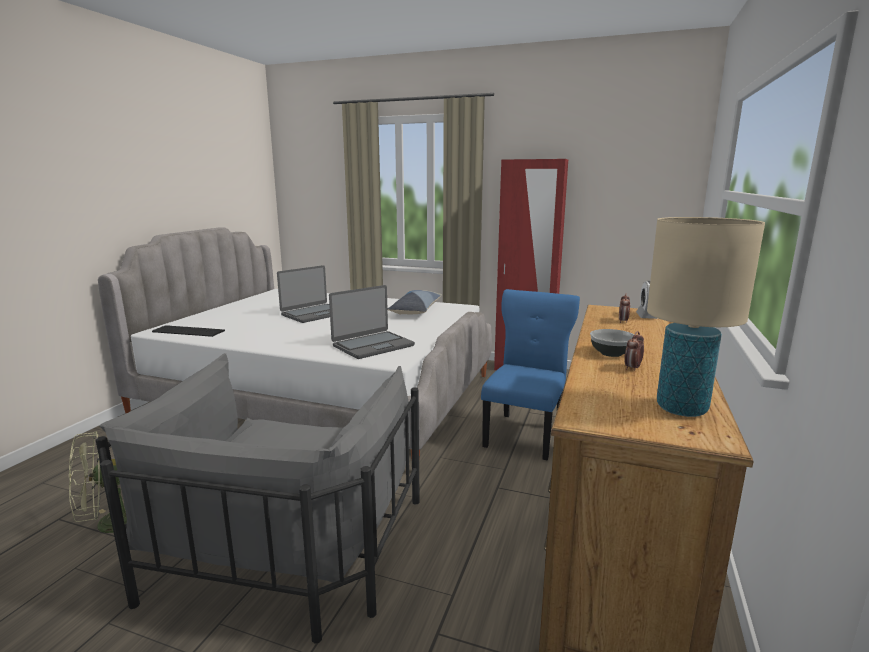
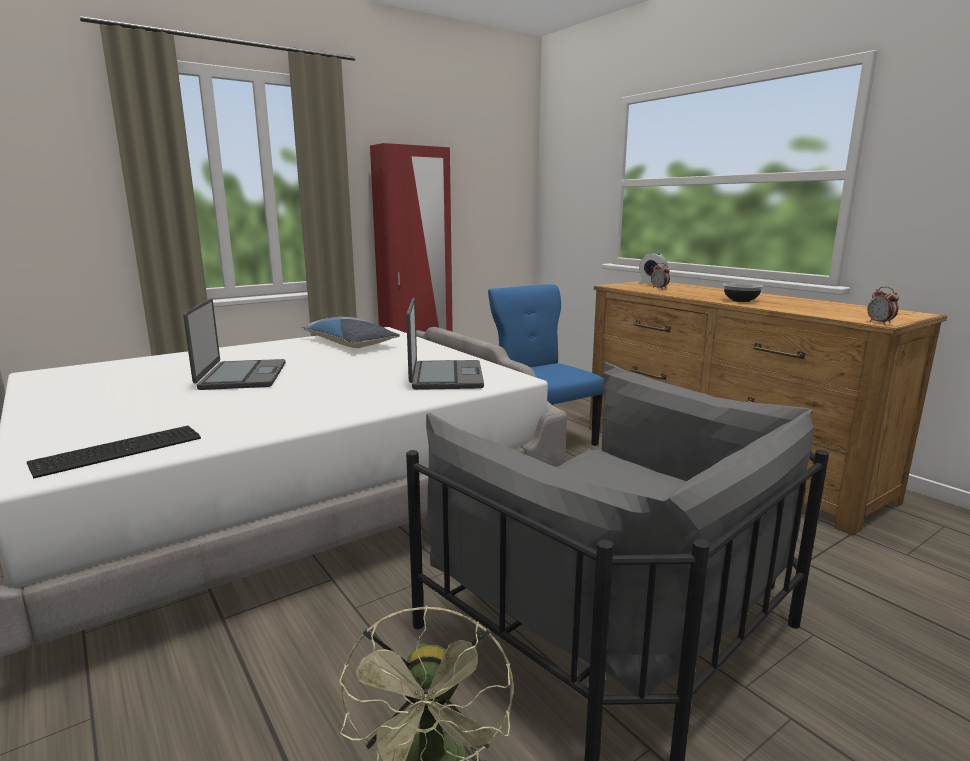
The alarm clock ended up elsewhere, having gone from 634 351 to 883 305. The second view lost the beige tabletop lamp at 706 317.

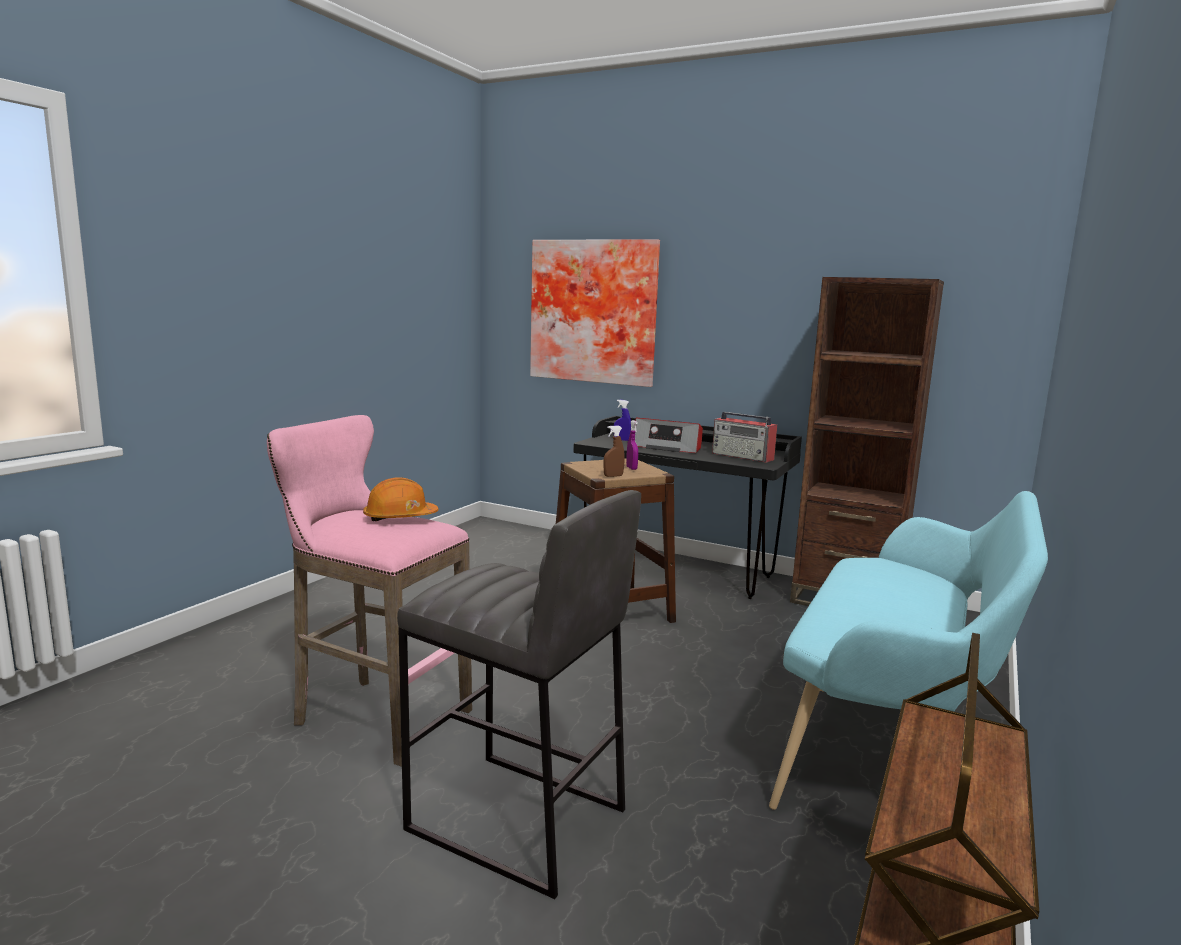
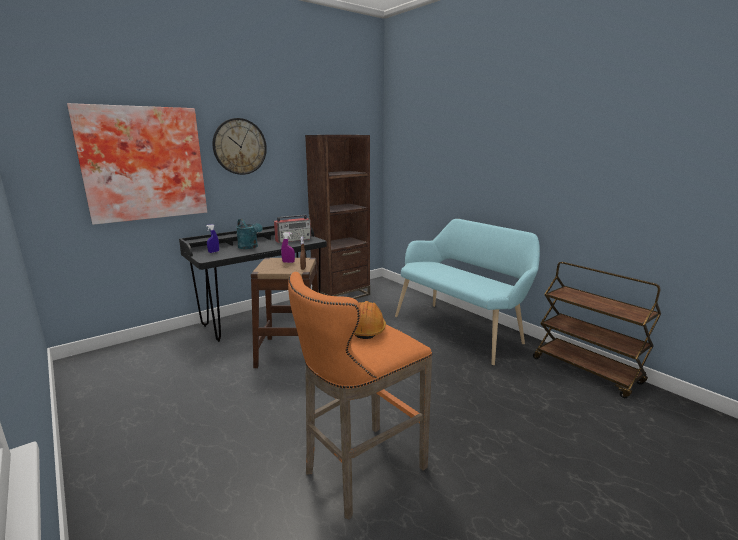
The second view gained the hanging clock at 240 146. Where the radio stood at 669 435, the turquoise-coloured watering can came to stand at 249 234. What was the pink sitting stool at 369 591 turned into the orange sitting stool at 360 396. The second view lost the greyish sitting stool at 519 694.

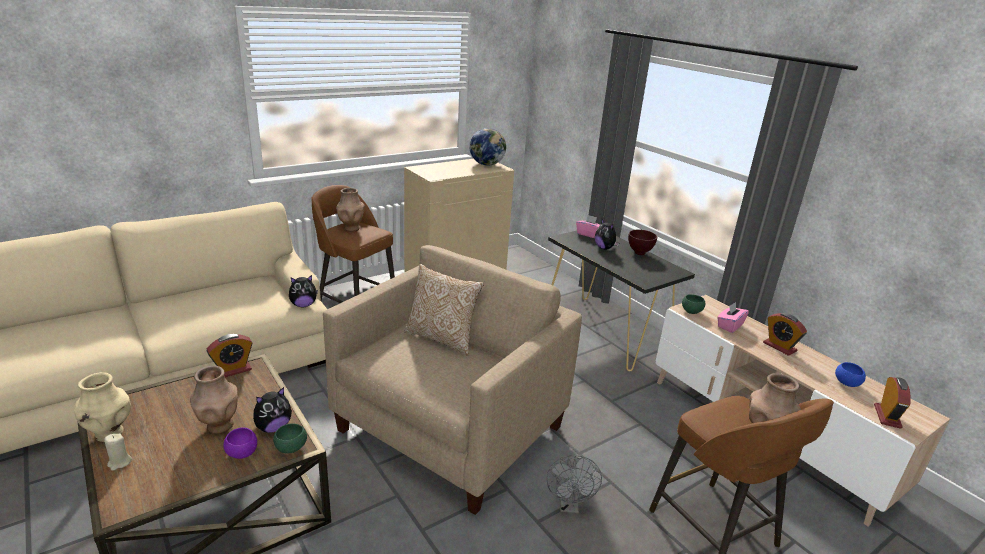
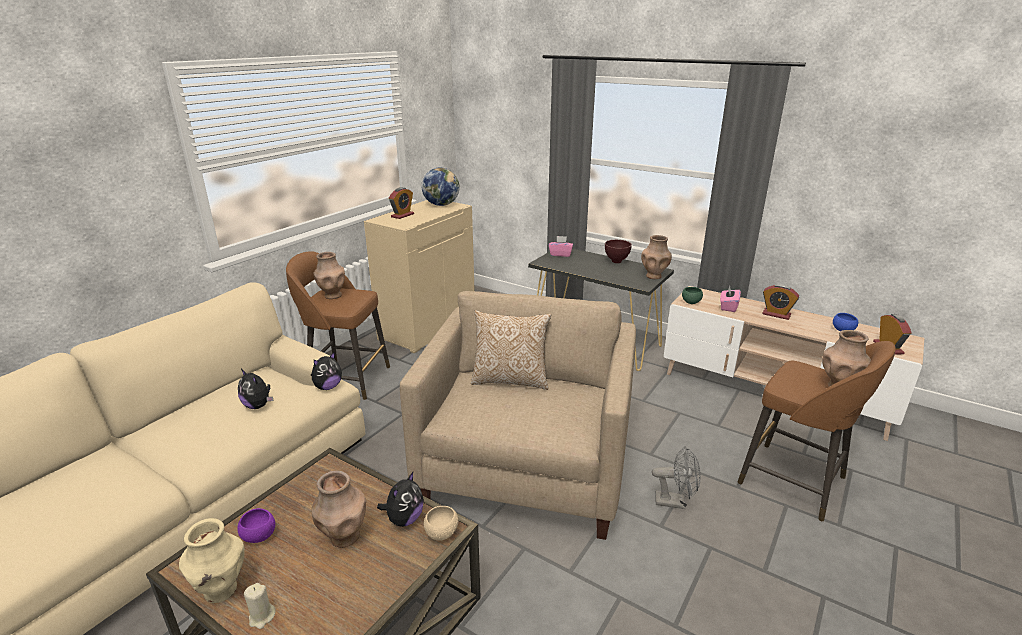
The purple-coloured serving bowl ended up elsewhere, having gone from 240 443 to 256 525. The cuddly toy ended up elsewhere, having gone from 607 234 to 255 389. The alarm clock ended up elsewhere, having gone from 229 355 to 401 203. What was the green serving bowl at 290 438 turned into the beige serving bowl at 441 523. The second view gained the brownish decorative vase at 656 257. The greyish cooling fan at 574 484 ended up facing another way, 60 degrees counterclockwise from before.

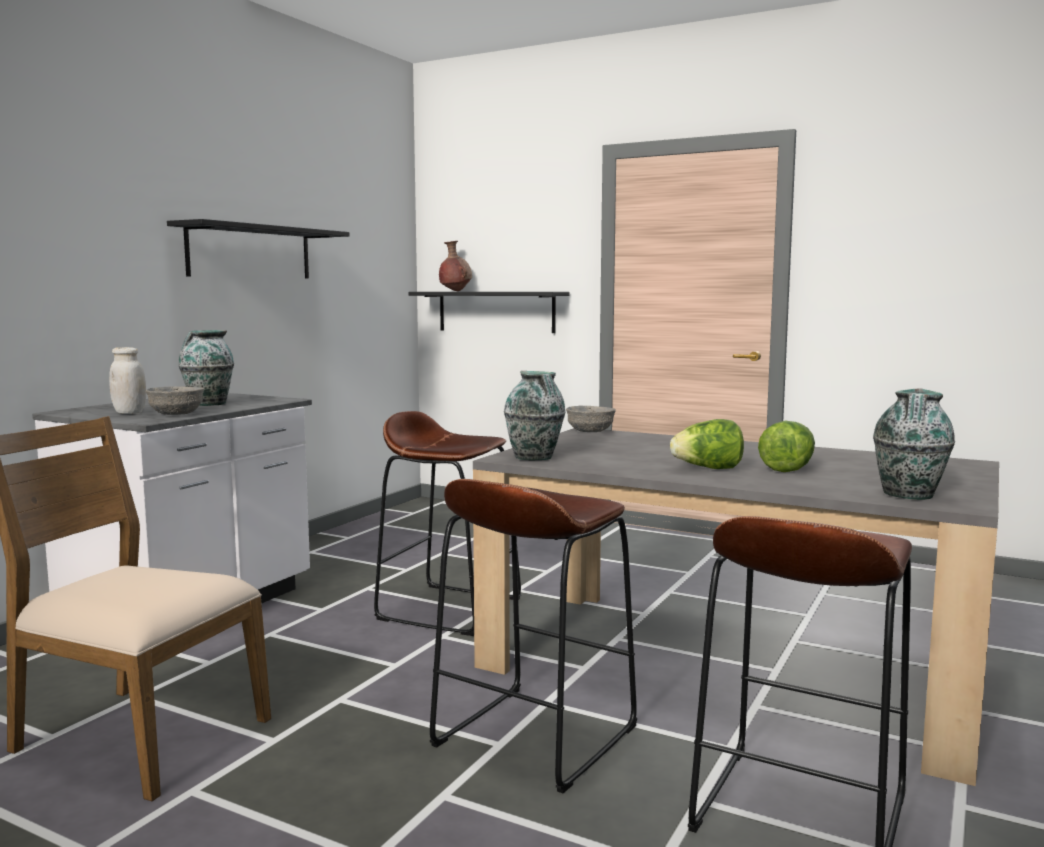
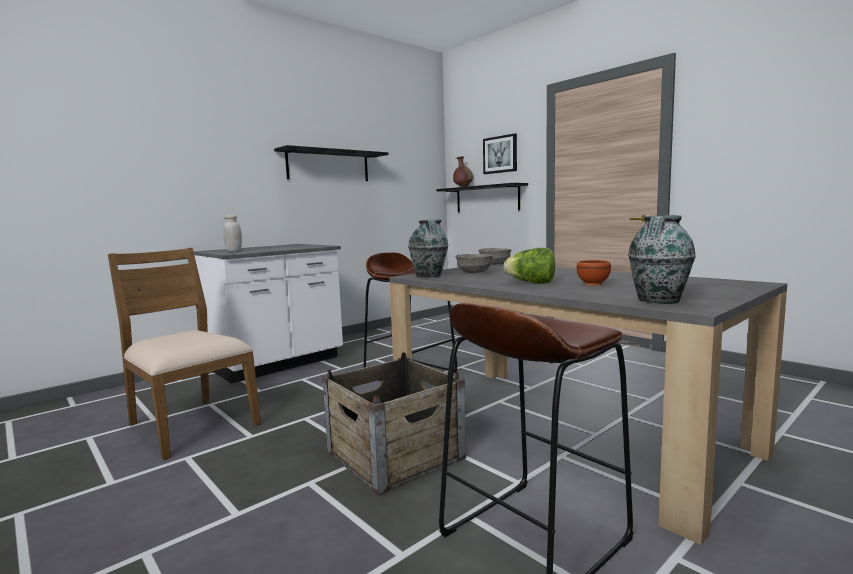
Where the brownish sitting stool stood at 533 636, the crate came to stand at 394 424. The greyish serving bowl ended up elsewhere, having gone from 175 400 to 474 263. The second view gained the wall picture at 500 153. Where the lettuce head stood at 786 446, the brownish serving bowl came to stand at 593 273. The second view lost the decorative vase at 206 368.

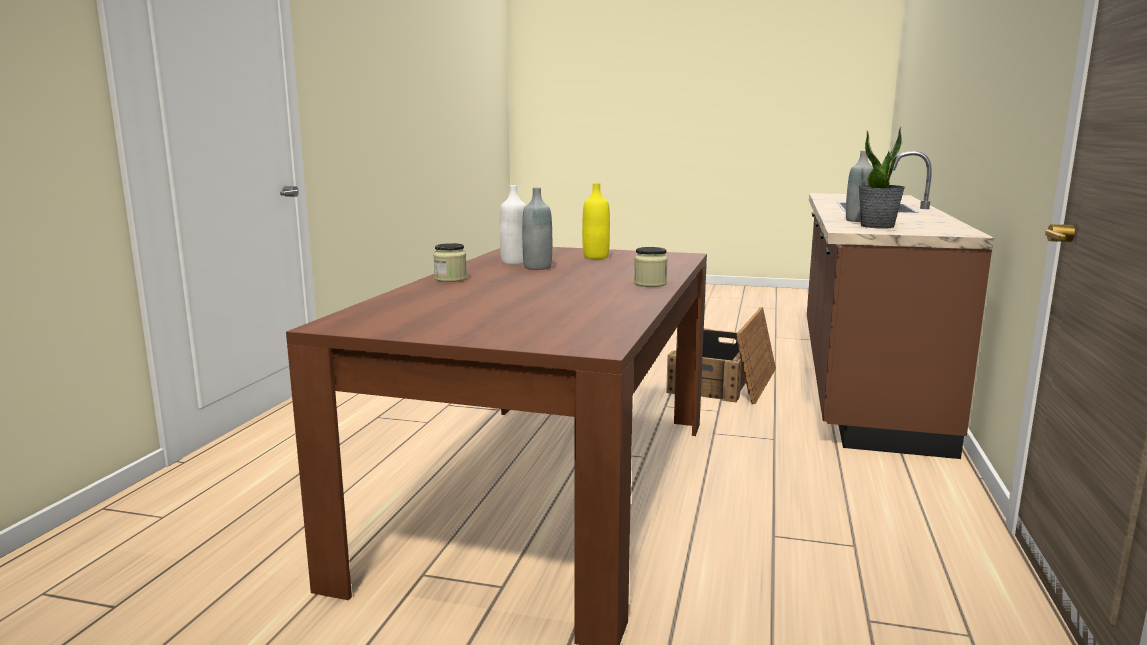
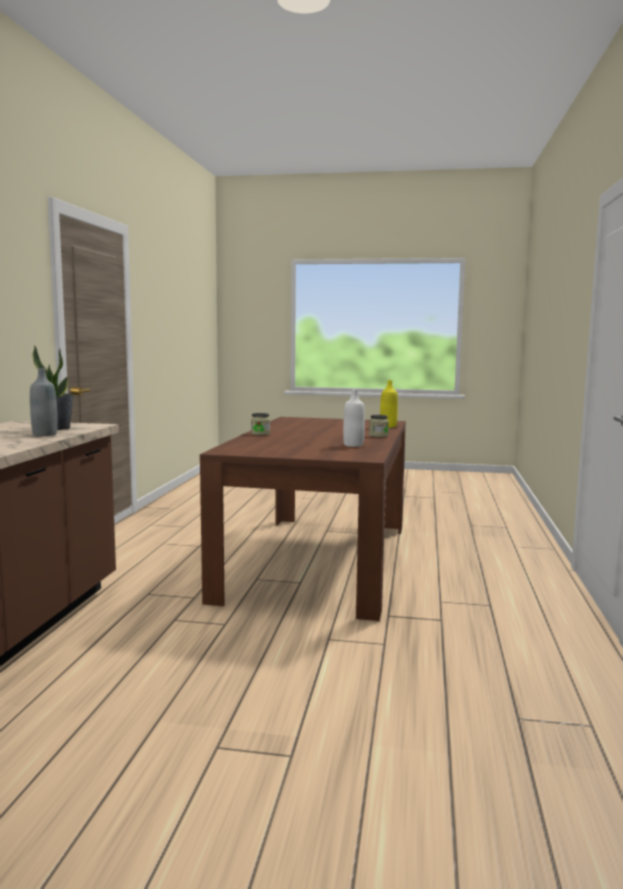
The yellow bottle ended up elsewhere, having gone from 596 221 to 389 404. The second view lost the greyish bottle at 537 228. The second view lost the crate at 721 355.

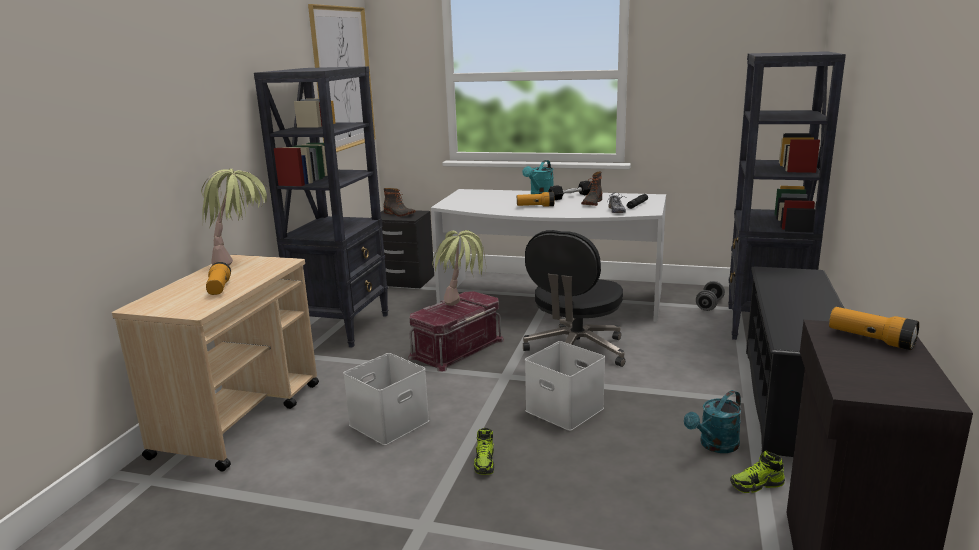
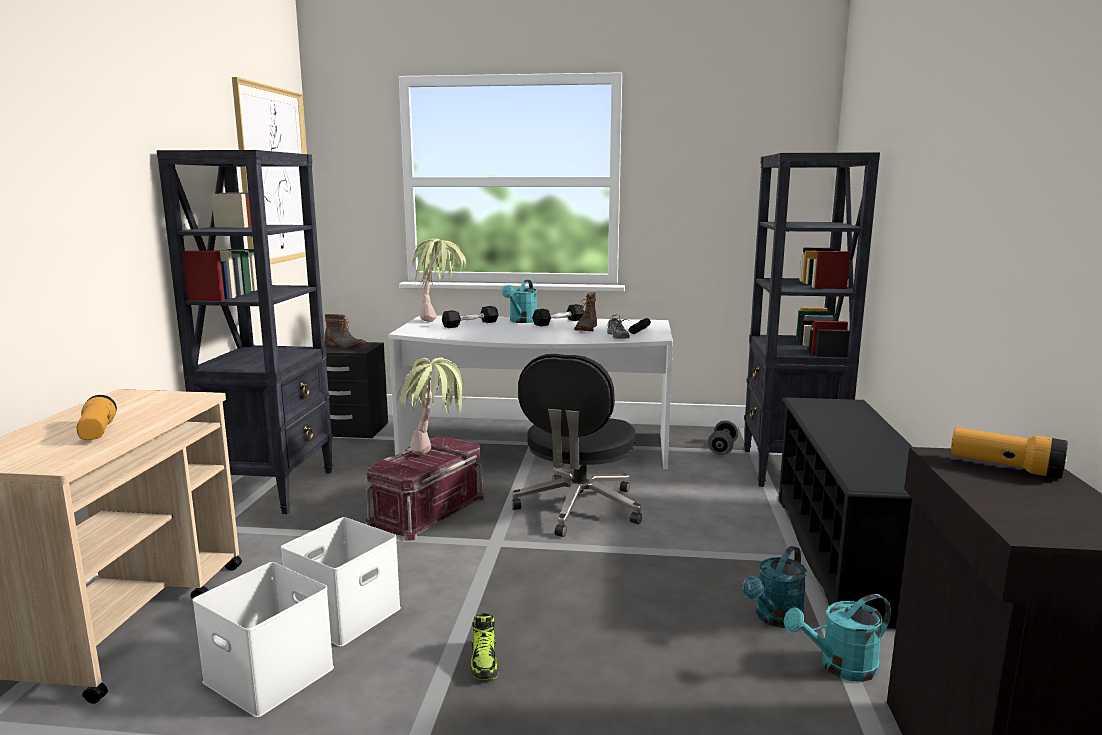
The white storage container ended up elsewhere, having gone from 565 386 to 263 640. The plant in a pot ended up elsewhere, having gone from 236 217 to 437 280. The second view gained the blackish free weight at 470 317. Where the item of footwear stood at 757 472, the turquoise-coloured watering can came to stand at 837 638. The second view lost the flashlight at 536 199.

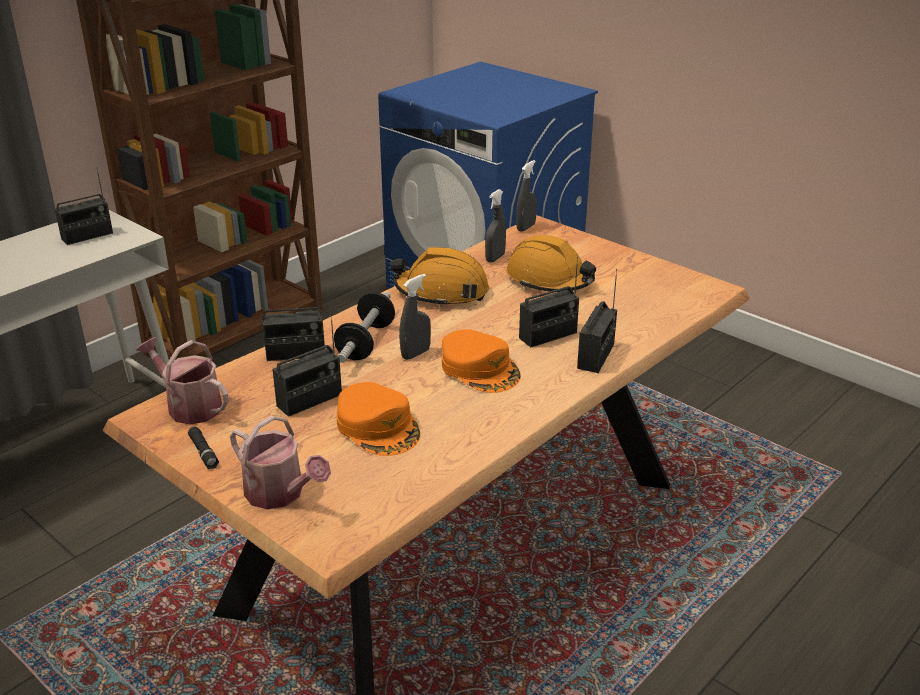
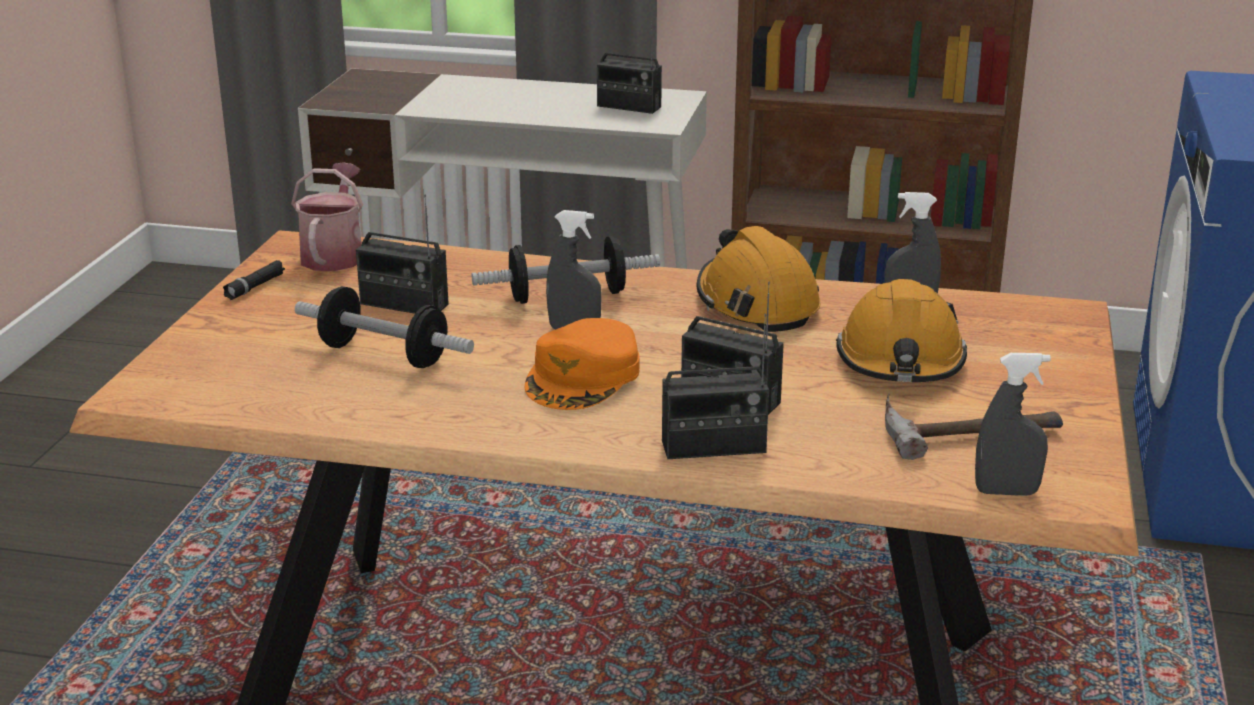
Where the orange baseball cap stood at 378 419, the free weight came to stand at 384 327. The second view gained the tool hammer at 974 426. The greyish spray bottle ended up elsewhere, having gone from 526 196 to 1013 424. The second view lost the watering can at 280 462. The second view lost the radio at 293 319.

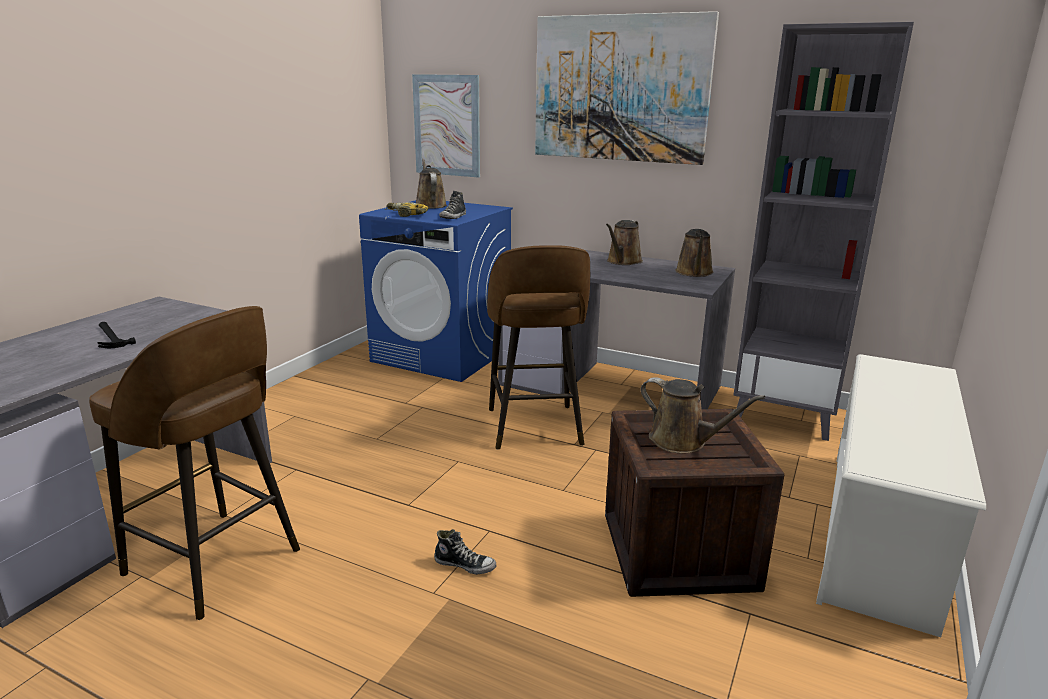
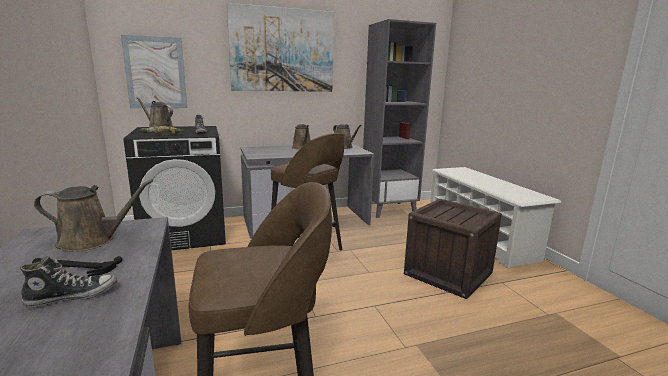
The item of footwear ended up elsewhere, having gone from 465 552 to 68 282. The brownish watering can ended up elsewhere, having gone from 702 415 to 93 215. What was the blue washing machine at 436 291 turned into the blackish washing machine at 174 188.

